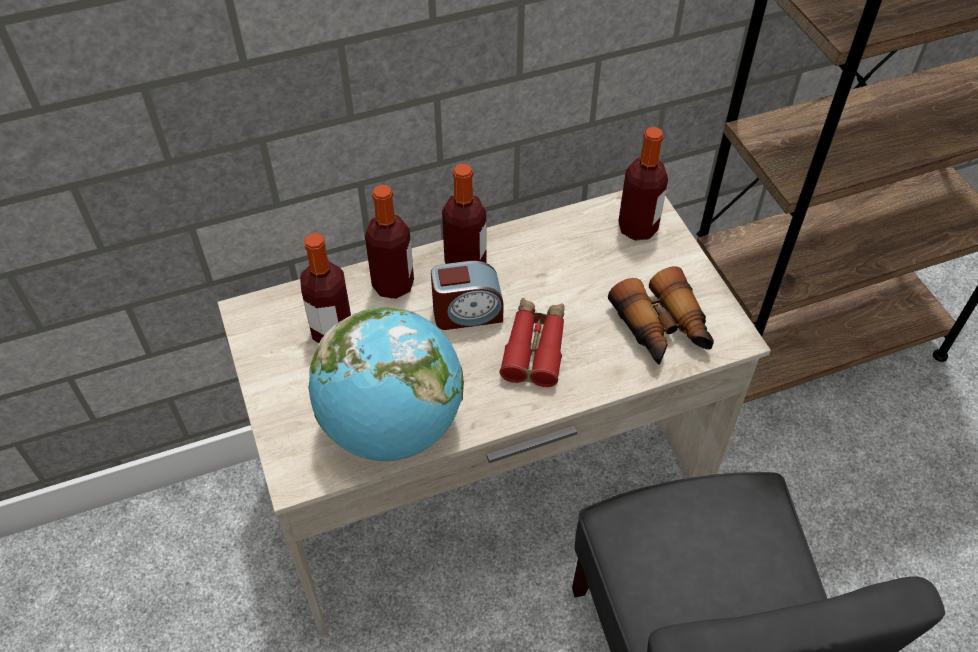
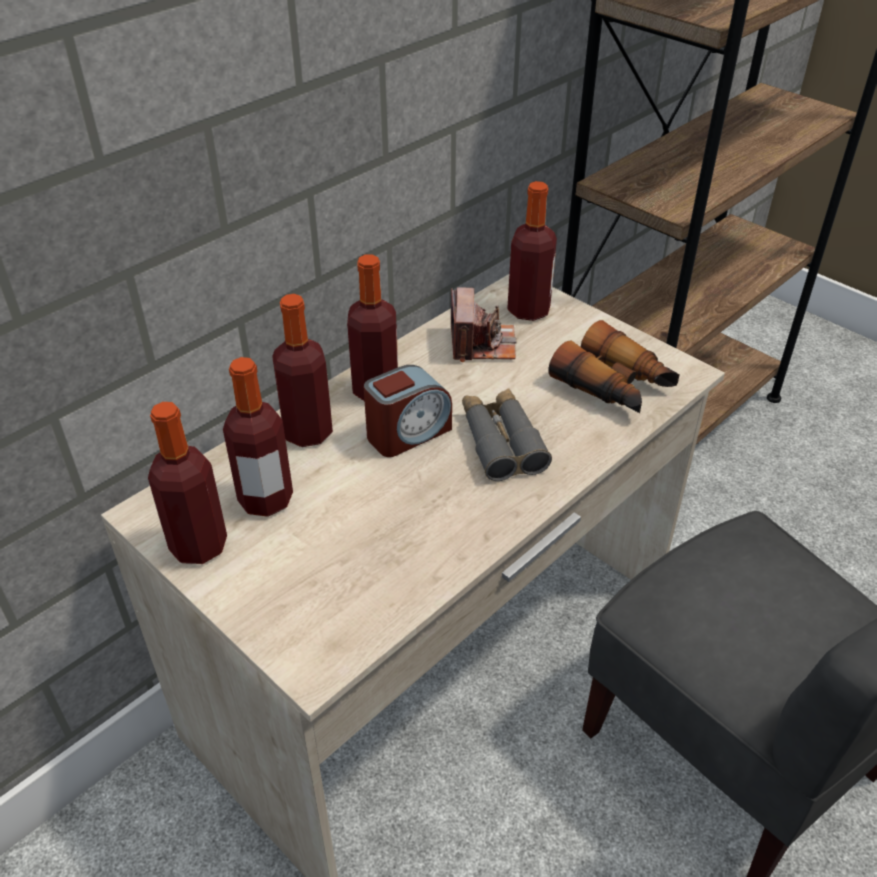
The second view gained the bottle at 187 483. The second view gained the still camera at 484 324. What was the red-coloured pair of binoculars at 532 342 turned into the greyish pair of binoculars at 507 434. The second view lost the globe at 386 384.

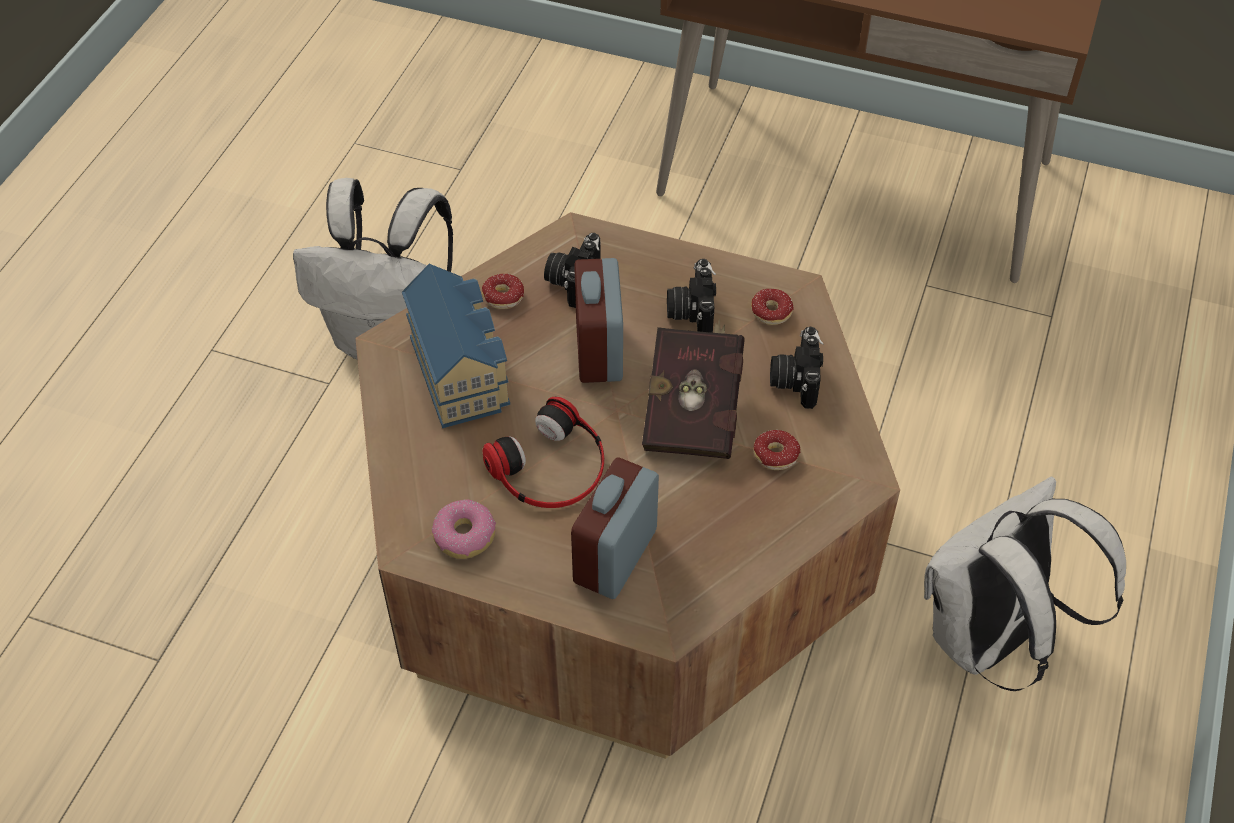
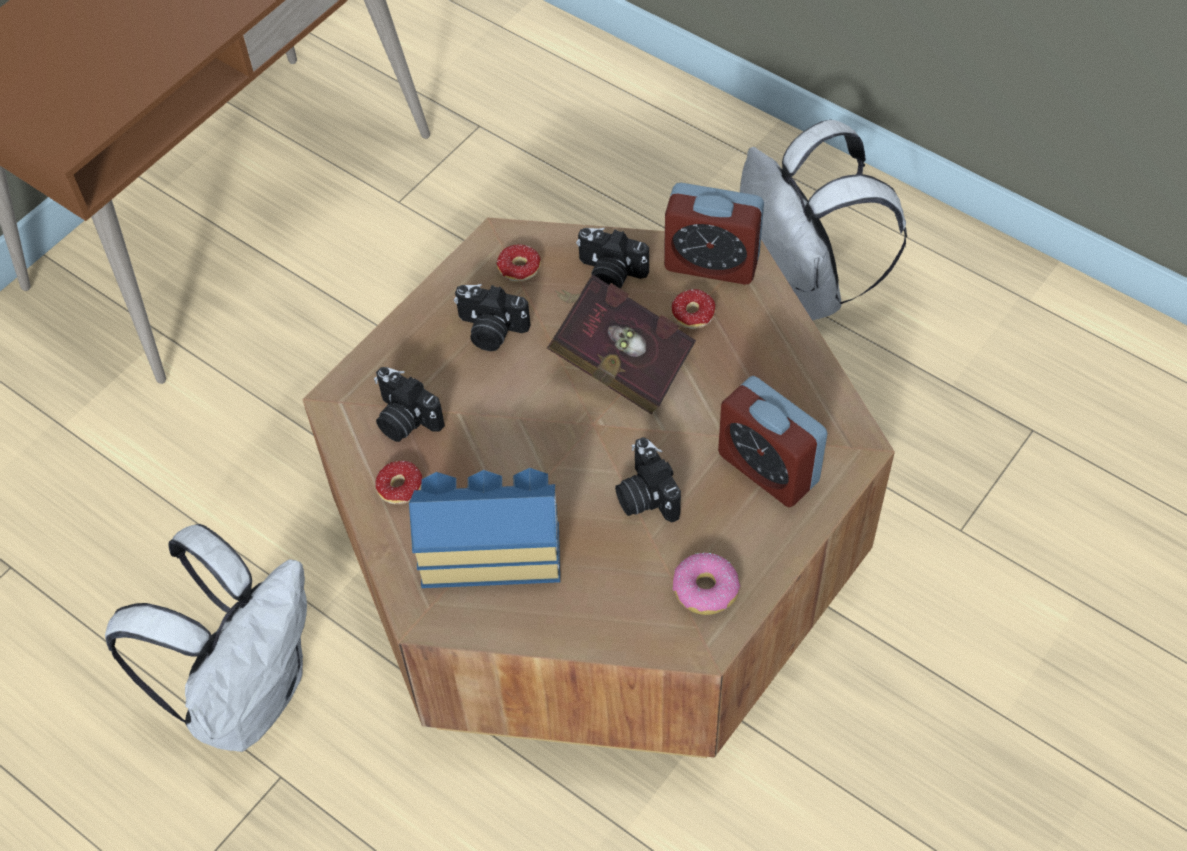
Where the headset stood at 543 452, the still camera came to stand at 648 479. The alarm clock ended up elsewhere, having gone from 598 320 to 714 234.

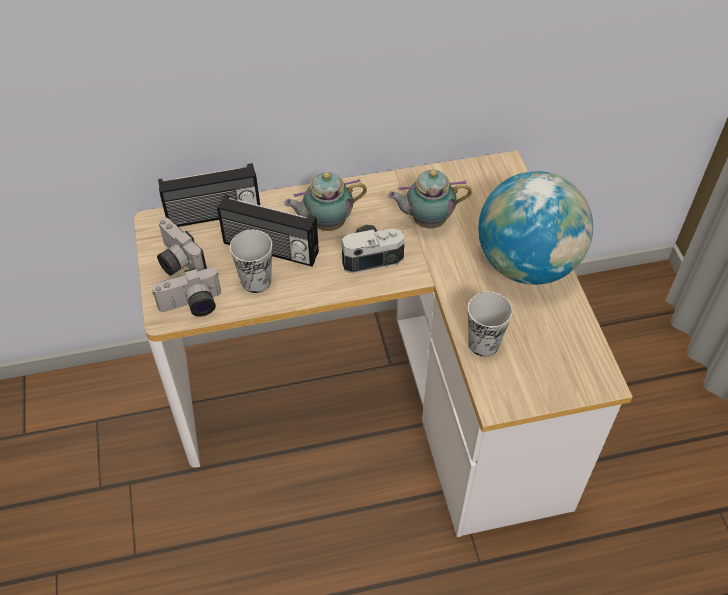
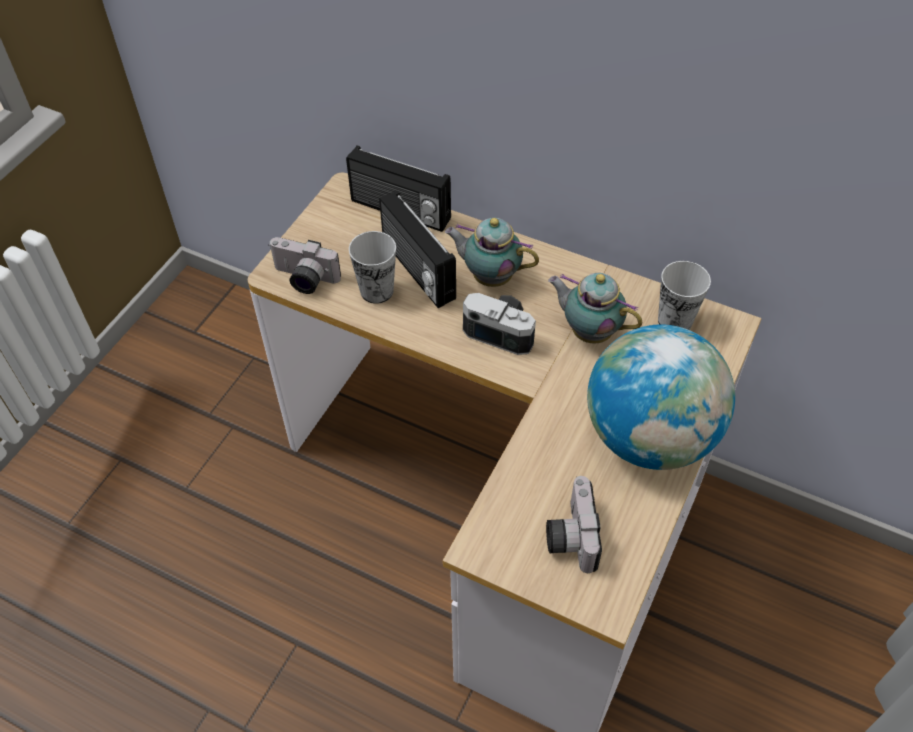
The still camera ended up elsewhere, having gone from 182 246 to 574 524. The drinking cup ended up elsewhere, having gone from 490 324 to 684 295.

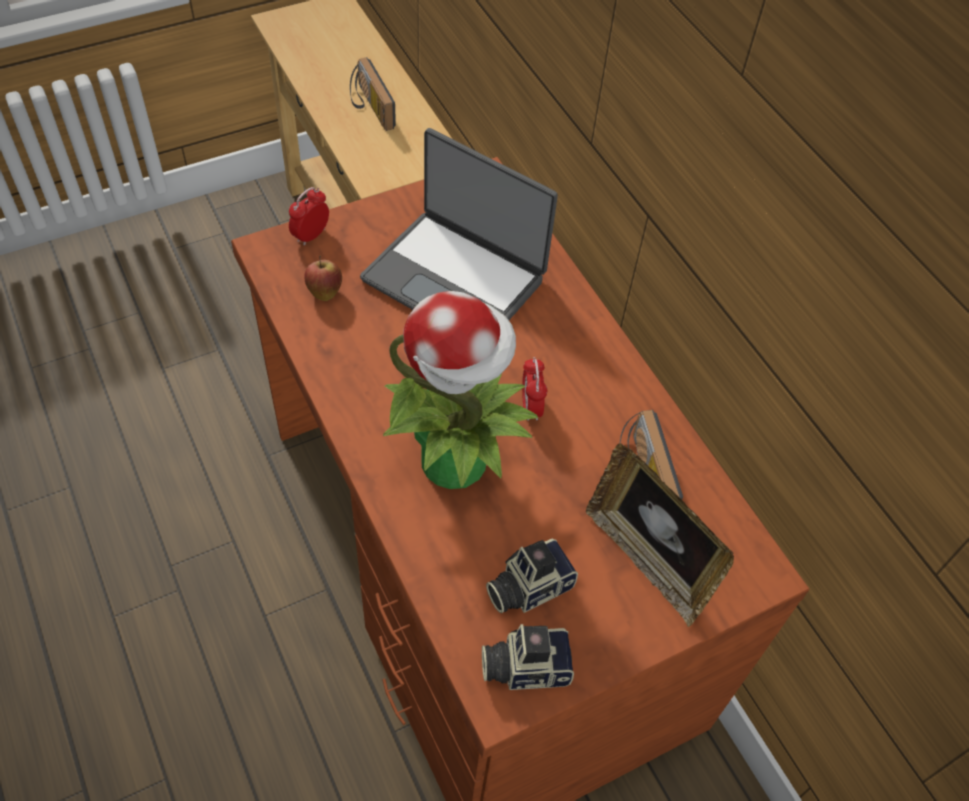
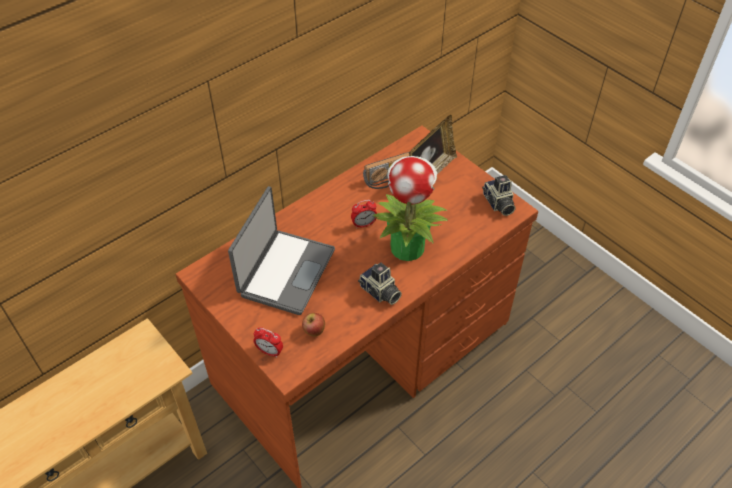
The still camera ended up elsewhere, having gone from 532 576 to 380 283. The second view lost the radio at 373 94.

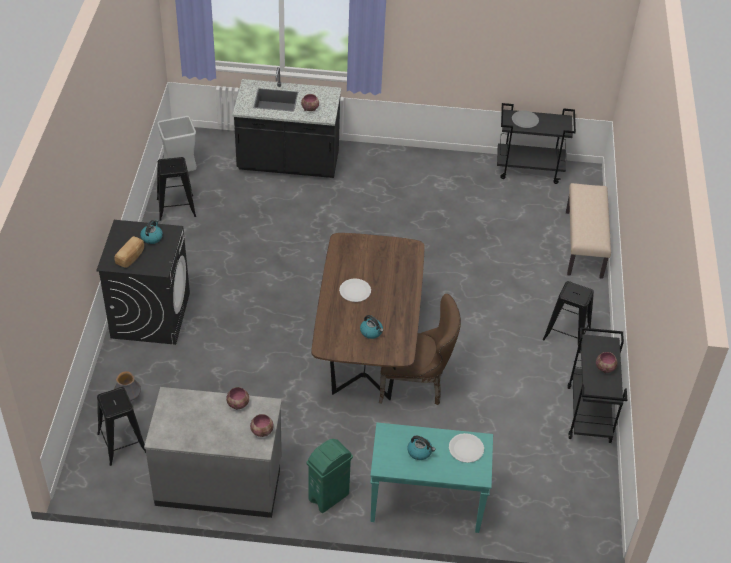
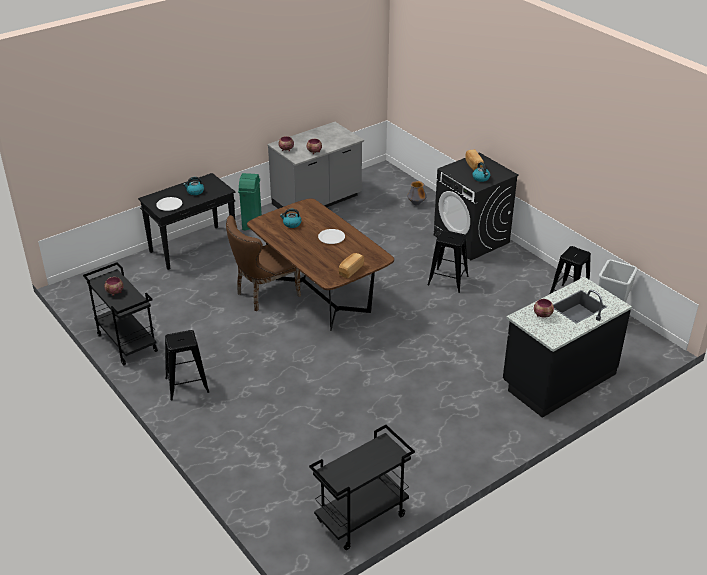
What was the turquoise-coloured hall table at 431 478 turned into the blackish hall table at 186 221. The second view gained the baked bread at 351 265. The blackish sitting stool ended up elsewhere, having gone from 121 426 to 448 261. The second view lost the greyish flat dish at 525 119. The second view lost the beige indoor bench at 588 231.

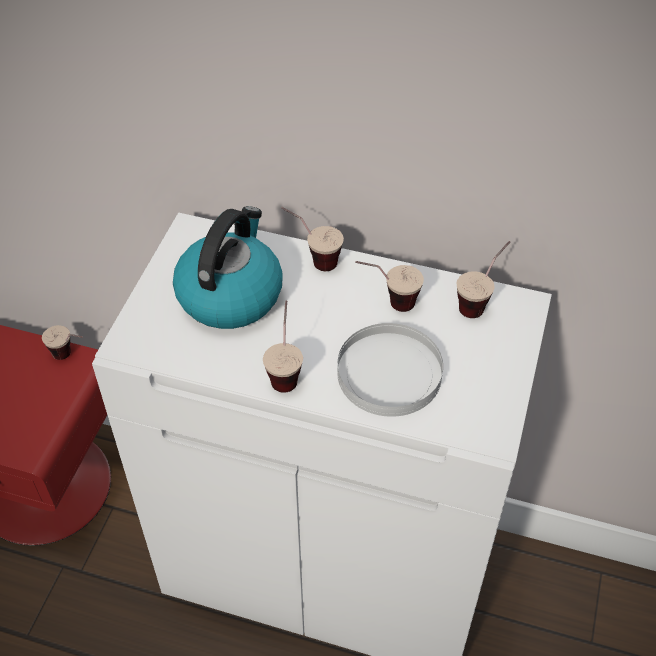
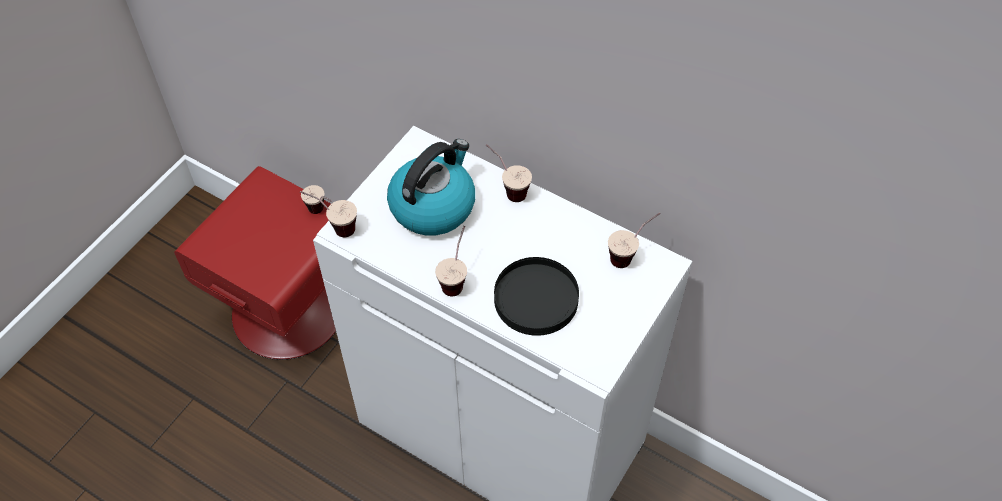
The drinking cup ended up elsewhere, having gone from 389 286 to 328 214. What was the white flat dish at 390 370 turned into the blackish flat dish at 536 296.

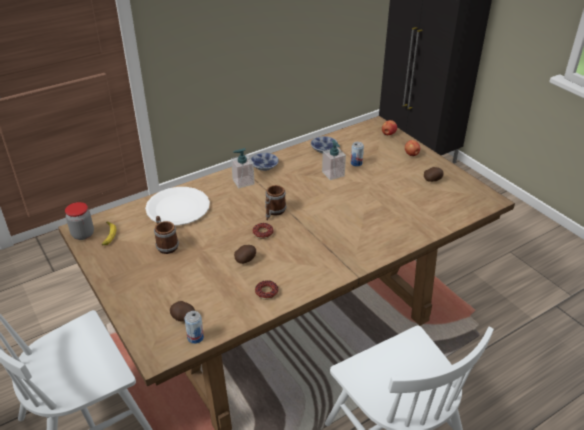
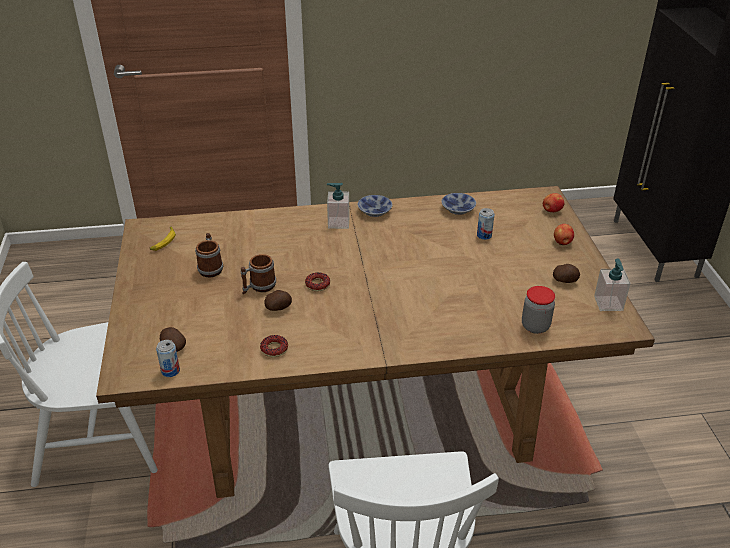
The tea mug ended up elsewhere, having gone from 275 202 to 258 274. The storage jar ended up elsewhere, having gone from 79 221 to 538 310. The liquid soap bottle ended up elsewhere, having gone from 334 160 to 612 284. The second view lost the white flat dish at 177 206.

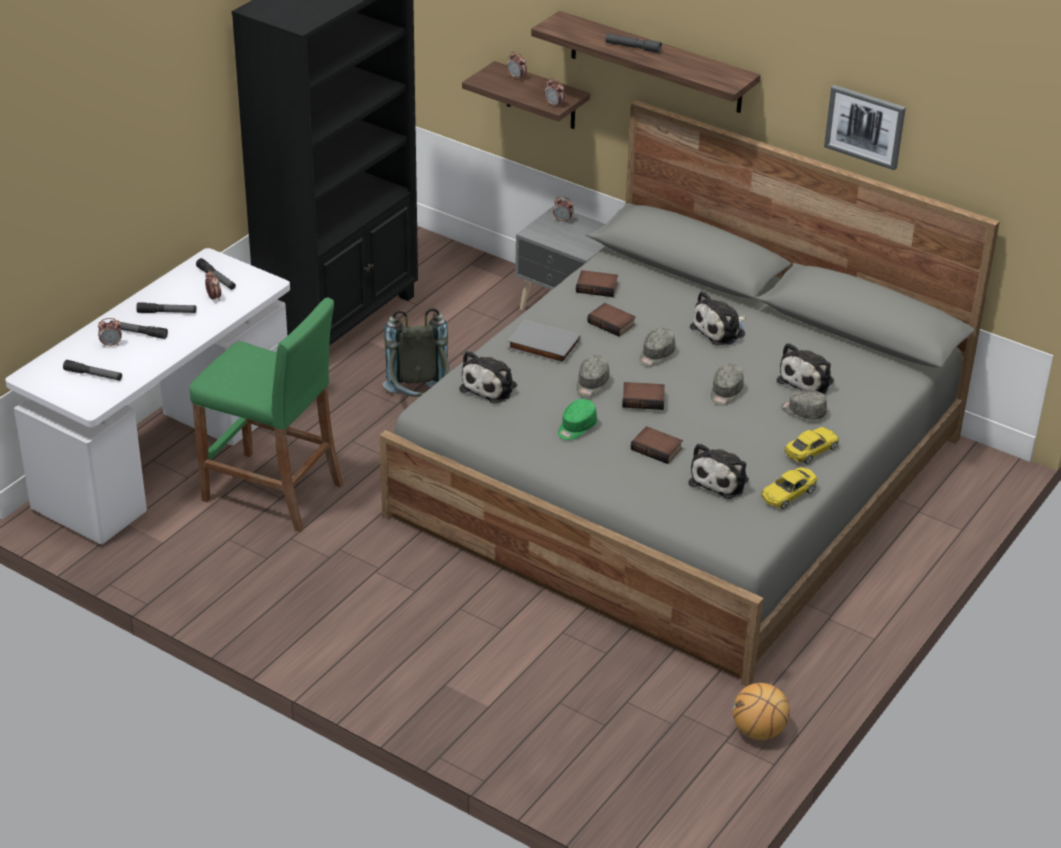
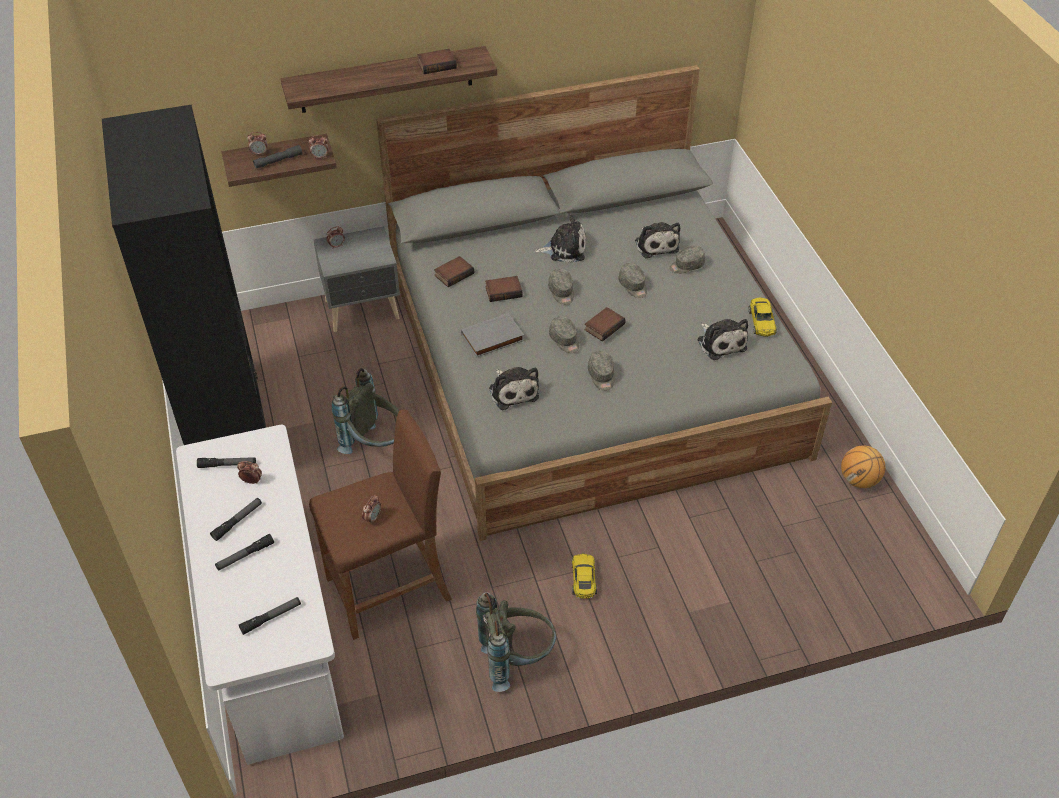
The greyish flashlight ended up elsewhere, having gone from 633 43 to 278 156. What was the green sitting stool at 266 415 turned into the brownish sitting stool at 380 524. The alarm clock ended up elsewhere, having gone from 110 332 to 371 510. The bound book ended up elsewhere, having gone from 657 445 to 437 61. The second view gained the greyish knapsack at 516 642. The cuddly toy at 718 318 ended up facing another way, 90 degrees counterclockwise from before. The yellow toy car ended up elsewhere, having gone from 811 446 to 584 576. What was the green baseball cap at 577 419 turned into the greyish baseball cap at 601 371. The second view lost the wall picture at 865 127.

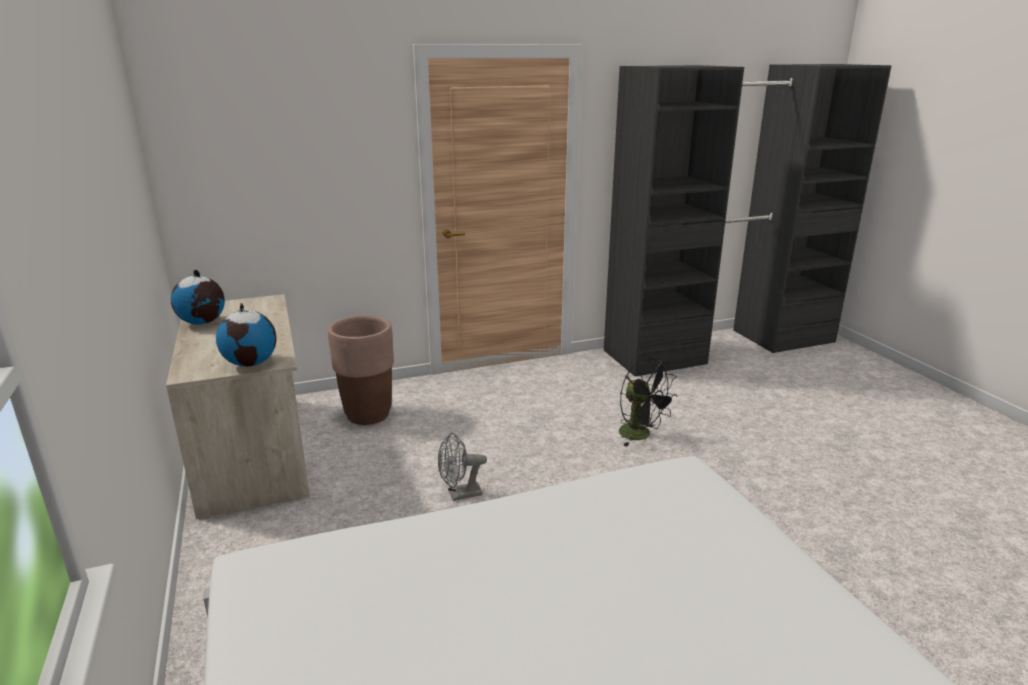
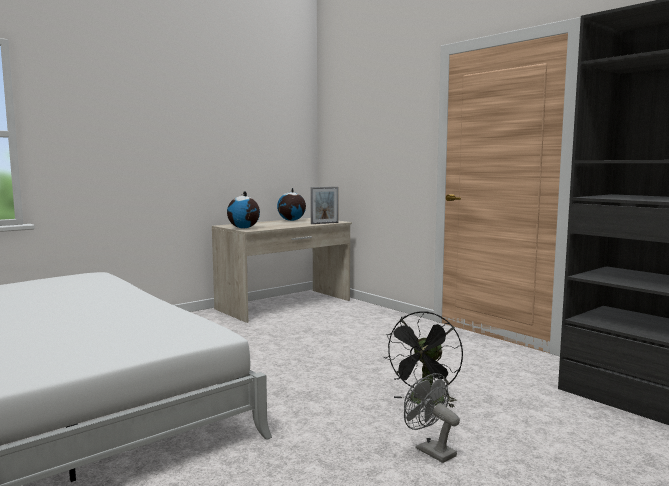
The second view gained the standing frame at 325 205. The greyish cooling fan ended up elsewhere, having gone from 462 467 to 432 418. The second view lost the brownish flower pot at 361 370.

